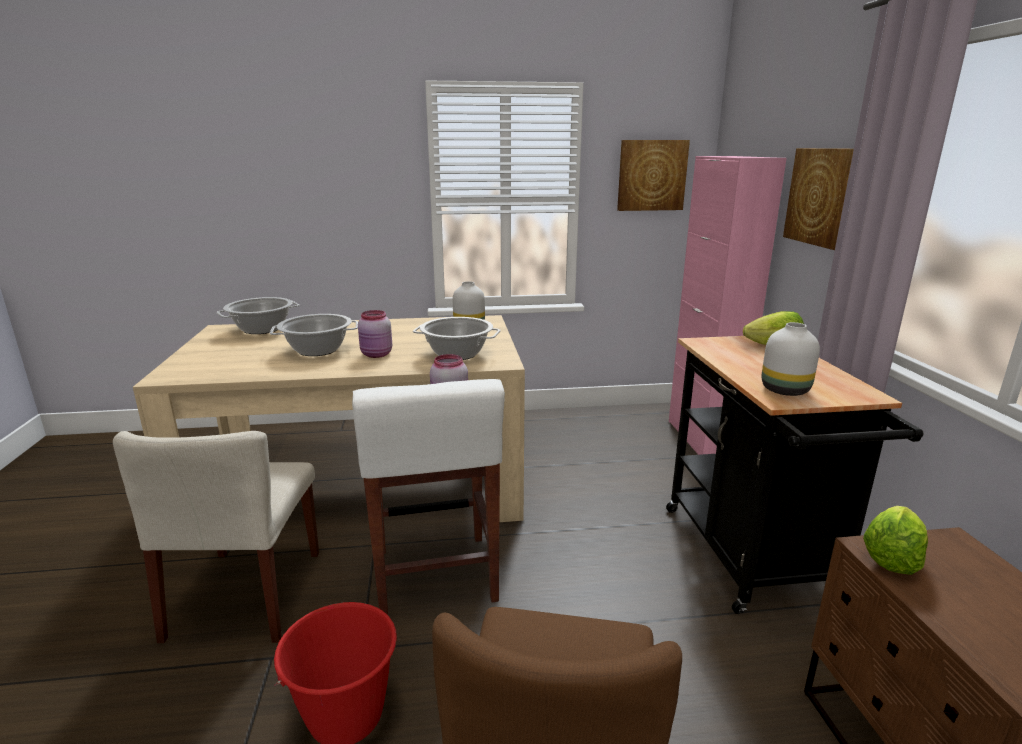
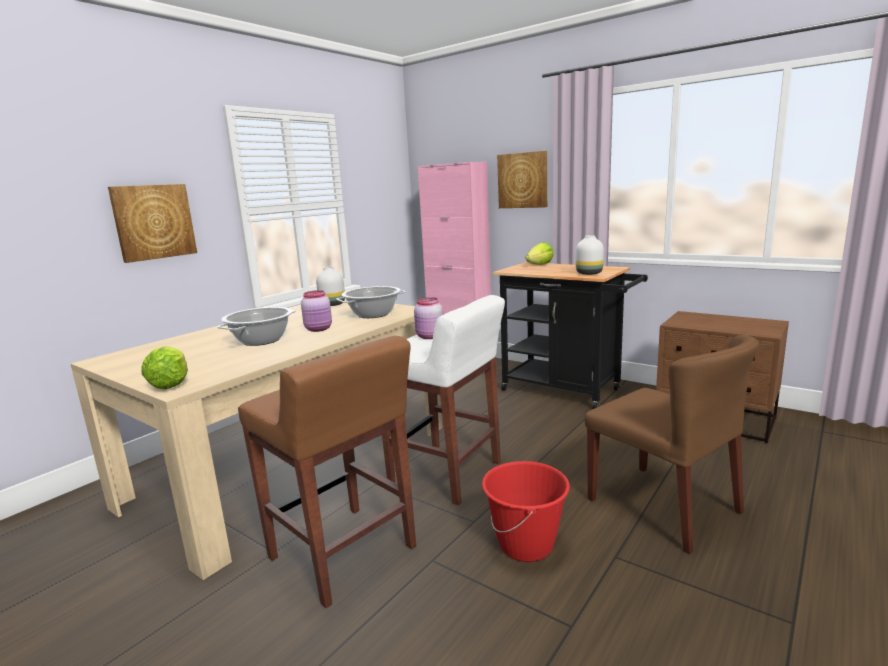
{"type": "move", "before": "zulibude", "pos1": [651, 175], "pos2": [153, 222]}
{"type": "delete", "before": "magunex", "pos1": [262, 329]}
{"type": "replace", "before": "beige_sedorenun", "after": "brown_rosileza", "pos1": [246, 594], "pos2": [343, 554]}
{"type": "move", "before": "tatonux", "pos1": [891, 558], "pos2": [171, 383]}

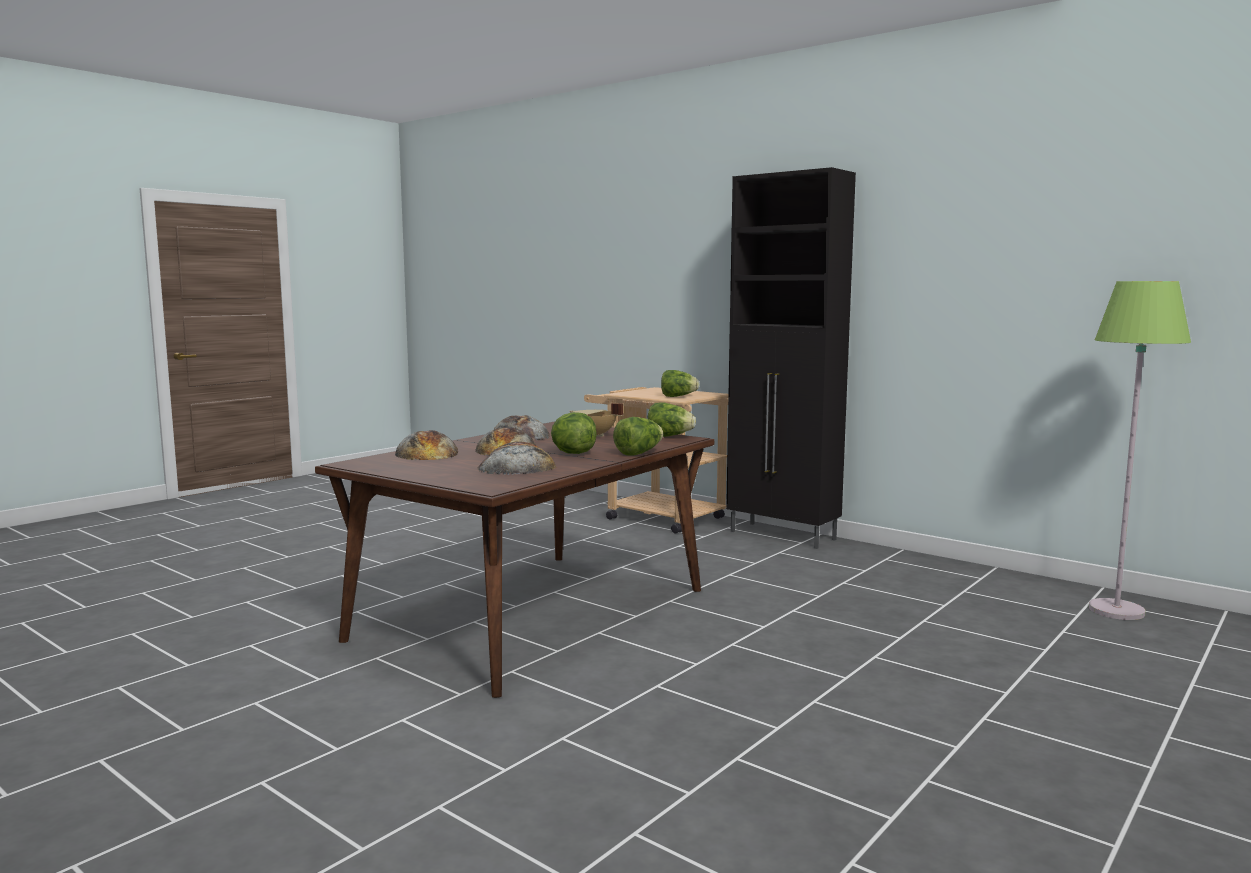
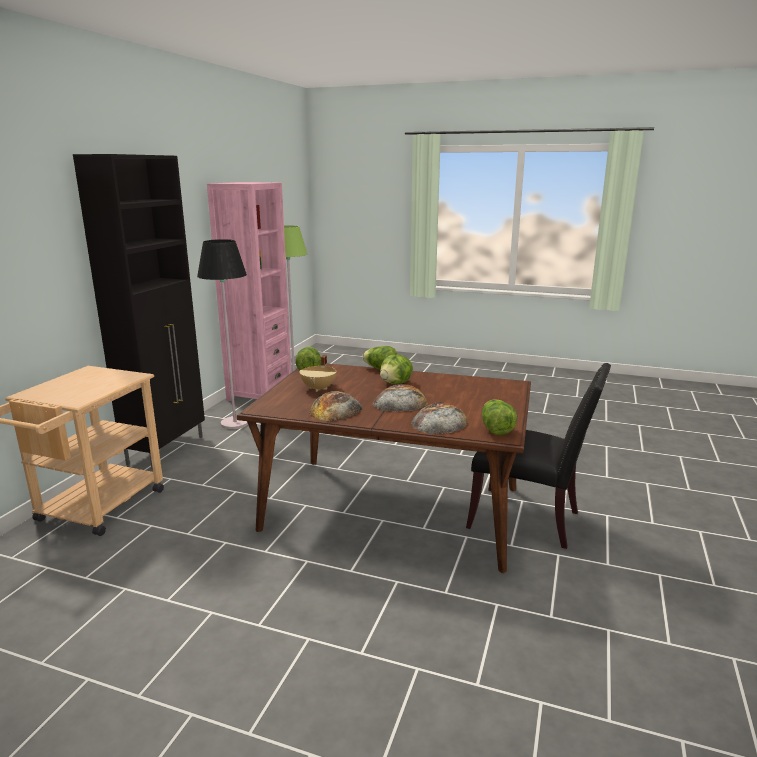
{"type": "move", "before": "tatonux", "pos1": [678, 396], "pos2": [495, 429]}
{"type": "delete", "before": "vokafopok", "pos1": [517, 467]}
{"type": "insert", "after": "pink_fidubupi", "pos2": [260, 394]}
{"type": "insert", "after": "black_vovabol", "pos2": [234, 423]}
{"type": "insert", "after": "black_sedorenun", "pos2": [529, 519]}

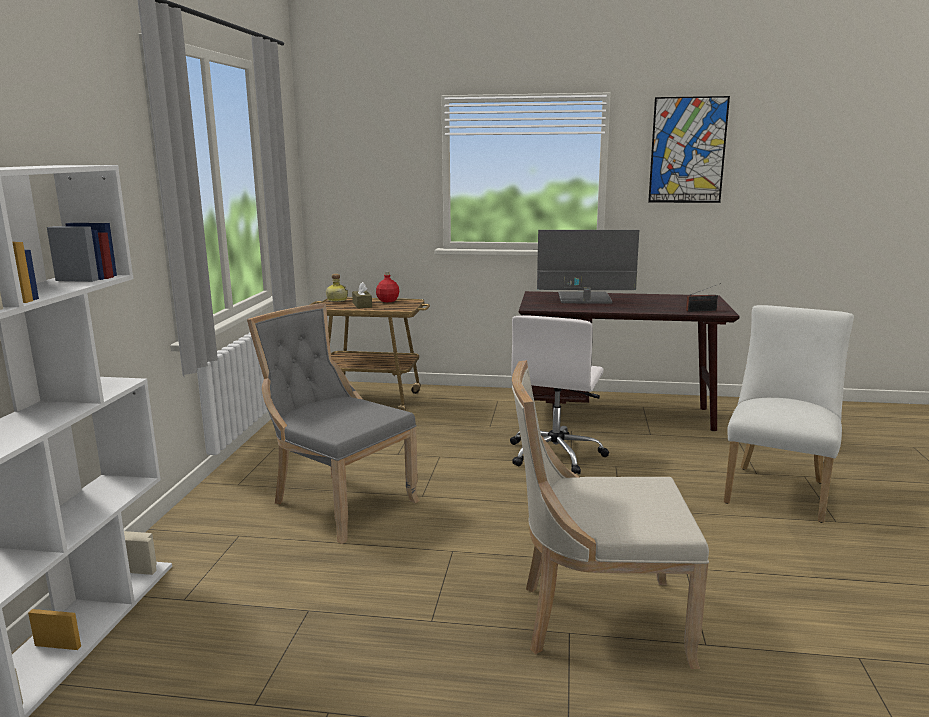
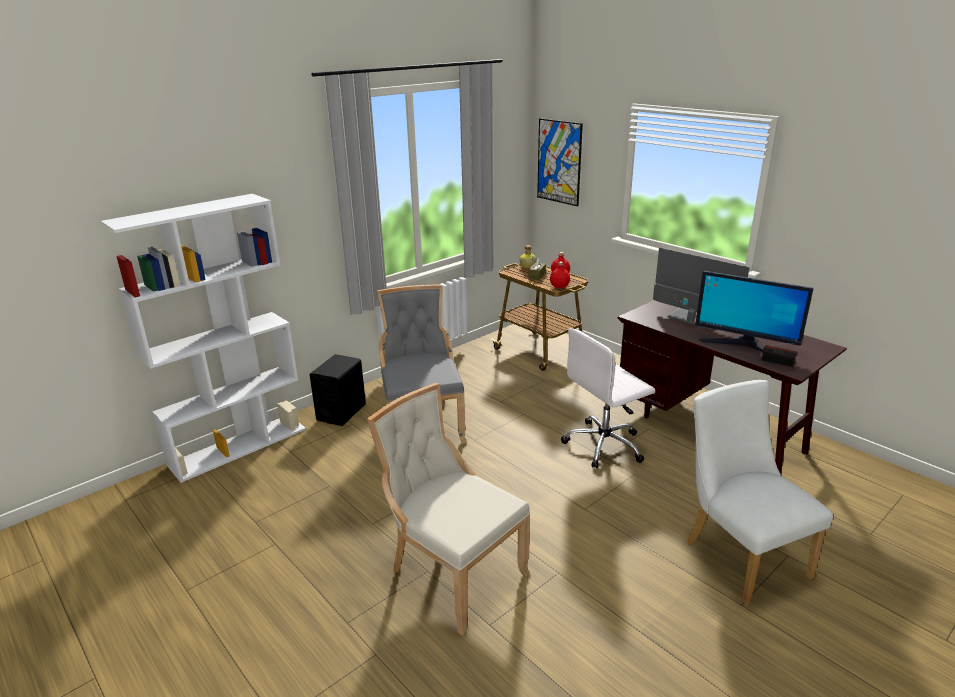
{"type": "move", "before": "zulibude", "pos1": [687, 150], "pos2": [559, 162]}
{"type": "rotate", "before": "white_sedorenun", "pos1": [778, 489], "pos2": [739, 554], "turn": -90}
{"type": "insert", "after": "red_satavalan", "pos2": [559, 286]}
{"type": "insert", "after": "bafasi", "pos2": [744, 345]}
{"type": "insert", "after": "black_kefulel", "pos2": [341, 412]}

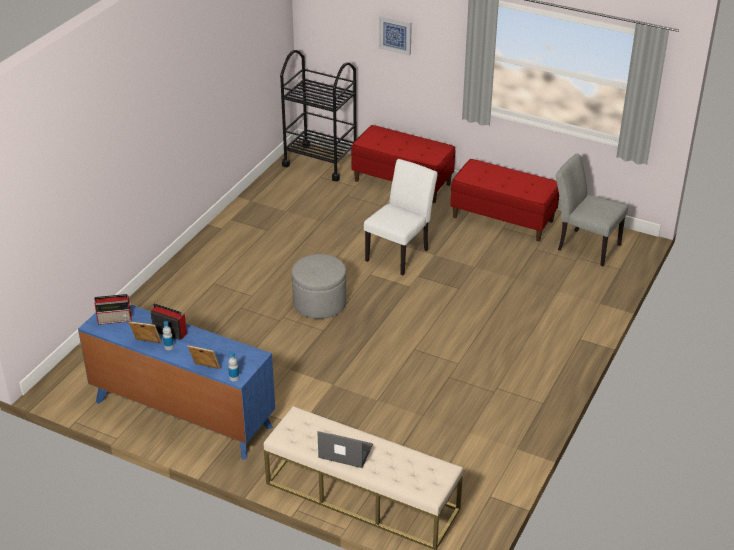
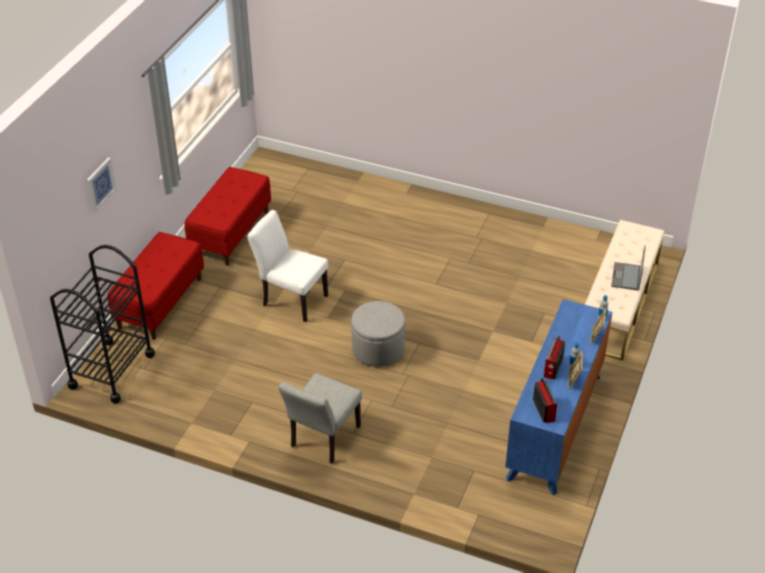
{"type": "move", "before": "grey_sedorenun", "pos1": [584, 246], "pos2": [322, 440]}

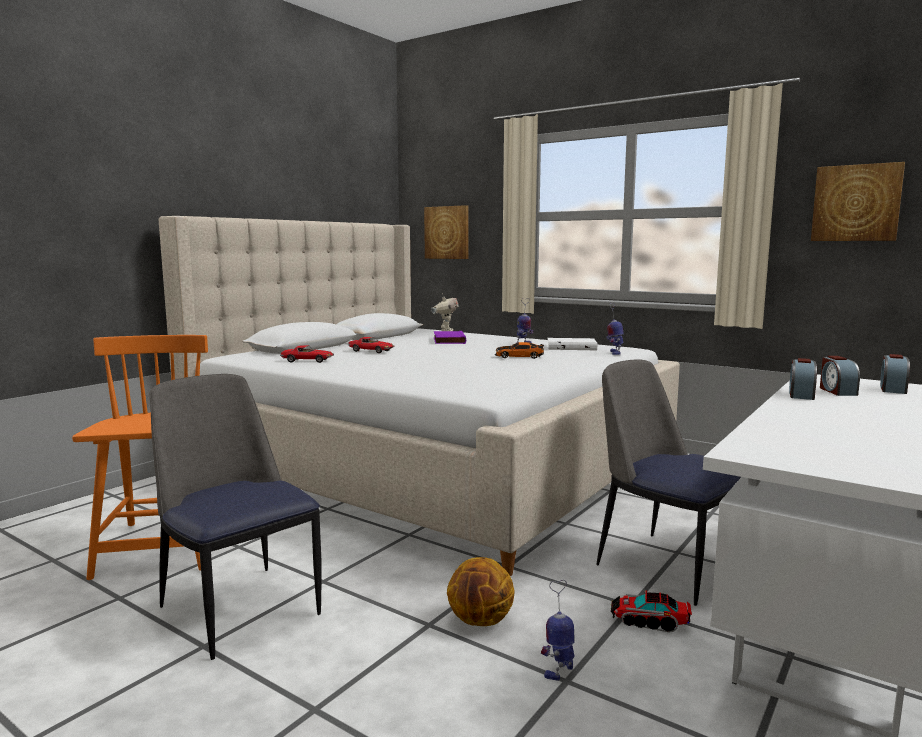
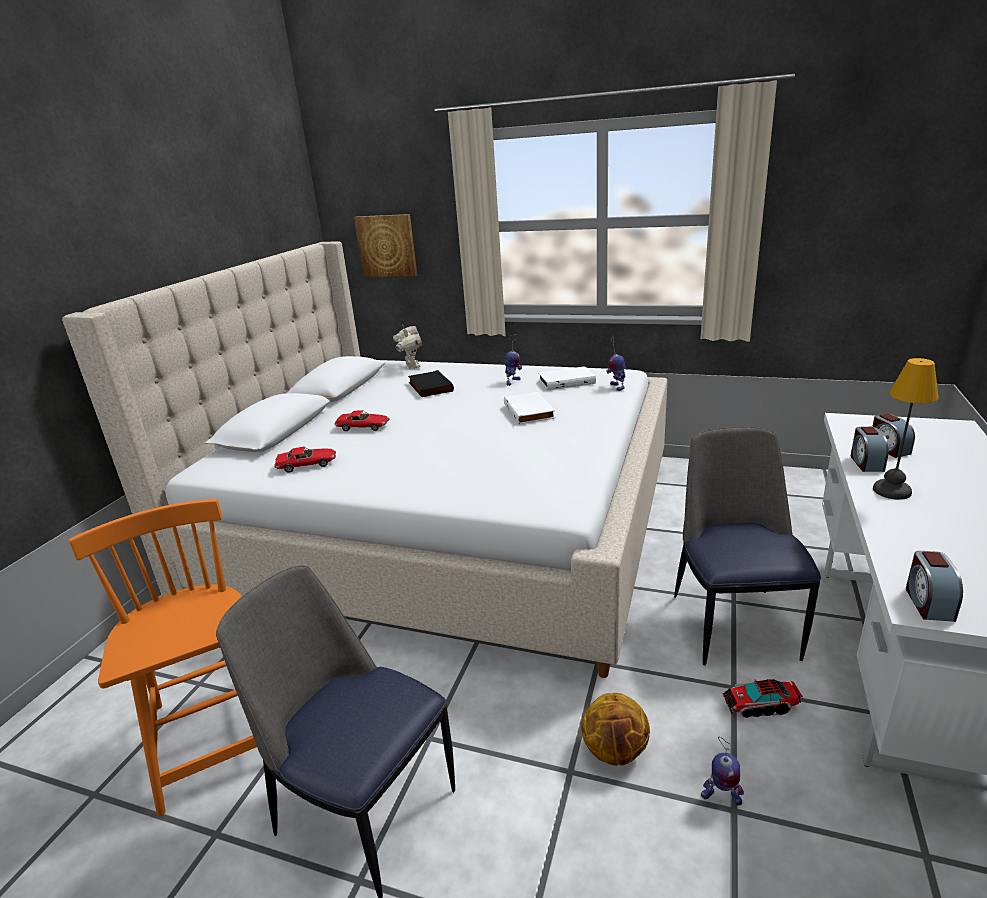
{"type": "delete", "before": "zulibude", "pos1": [856, 203]}
{"type": "recolor", "before": "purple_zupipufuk", "after": "black_zupipufuk", "pos1": [448, 340], "pos2": [429, 387]}
{"type": "replace", "before": "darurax", "after": "white_zupipufuk", "pos1": [519, 356], "pos2": [530, 411]}
{"type": "move", "before": "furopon", "pos1": [892, 389], "pos2": [928, 603]}
{"type": "rotate", "before": "sedorenun", "pos1": [666, 565], "pos2": [733, 623], "turn": 60}
{"type": "rotate", "before": "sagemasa", "pos1": [560, 670], "pos2": [720, 797], "turn": -105}
{"type": "insert", "after": "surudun", "pos2": [892, 490]}

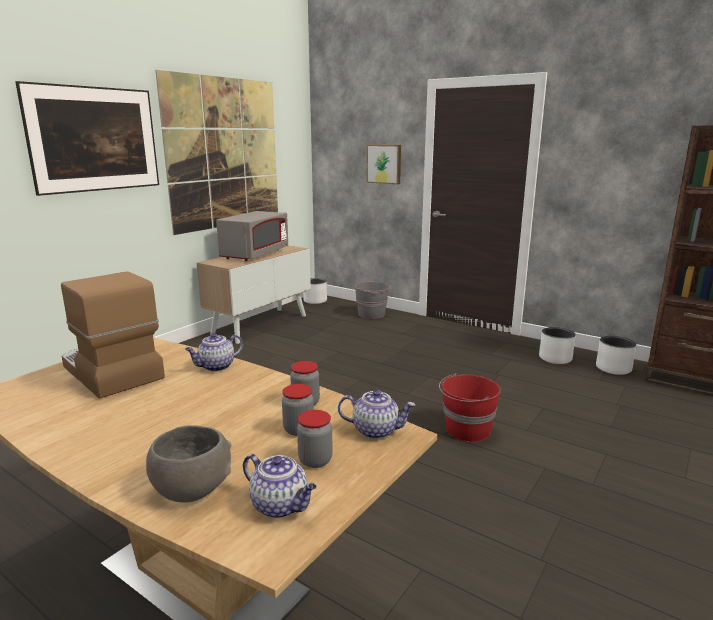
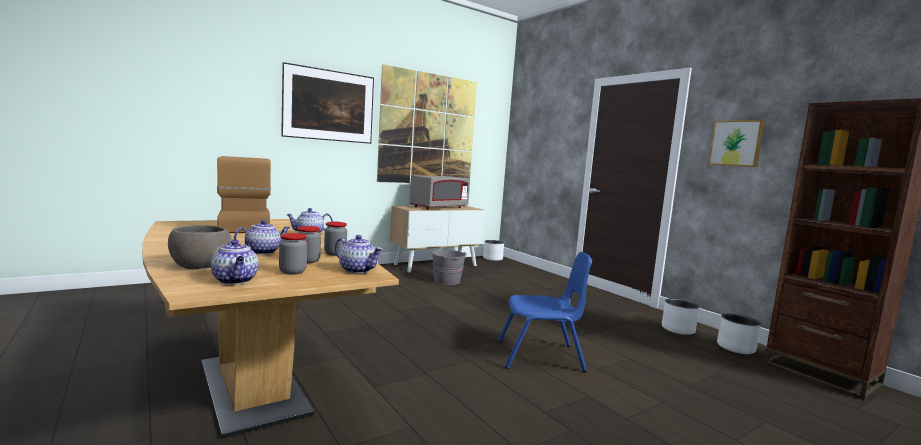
{"type": "move", "before": "zulibude", "pos1": [384, 164], "pos2": [736, 143]}
{"type": "move", "before": "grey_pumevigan", "pos1": [372, 314], "pos2": [447, 281]}
{"type": "replace", "before": "red_pumevigan", "after": "blue_sedorenun", "pos1": [467, 430], "pos2": [540, 356]}
{"type": "insert", "after": "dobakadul", "pos2": [263, 252]}

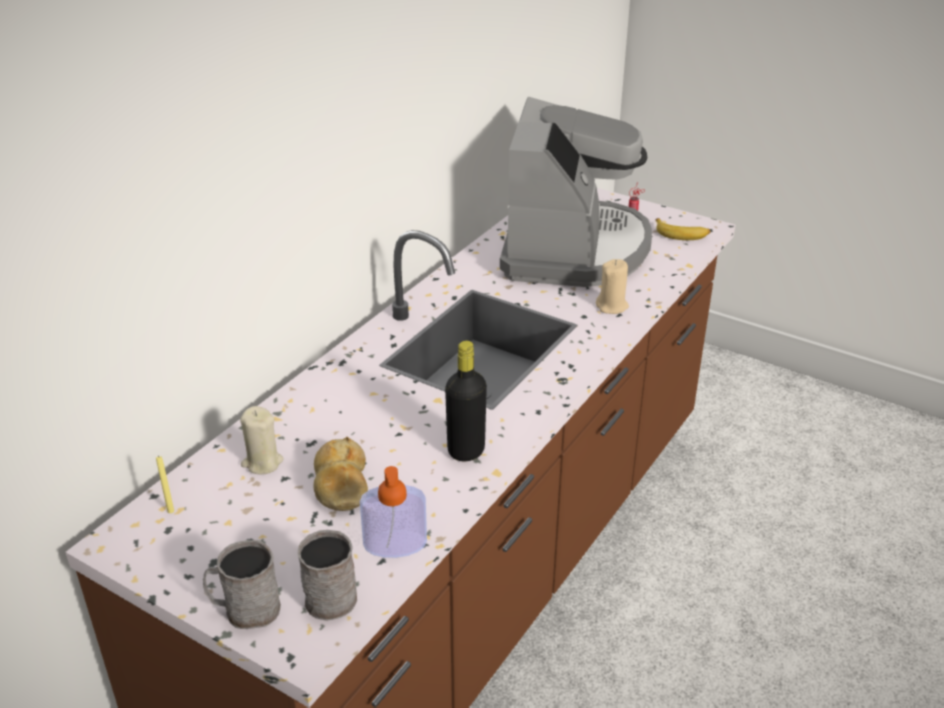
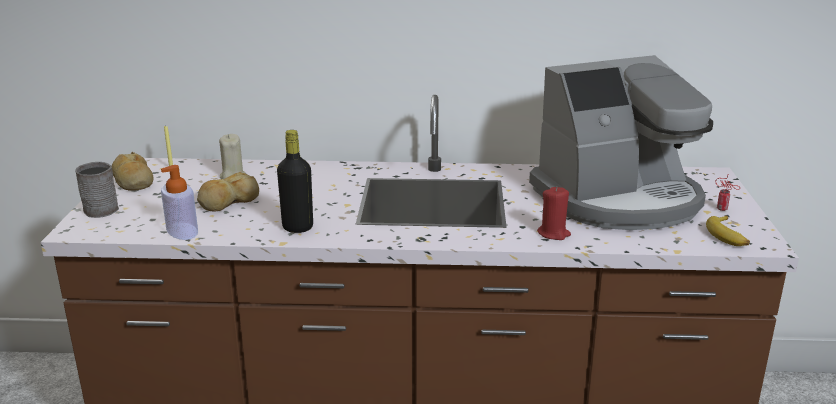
{"type": "recolor", "before": "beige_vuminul", "after": "red_vuminul", "pos1": [612, 306], "pos2": [553, 233]}
{"type": "delete", "before": "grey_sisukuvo", "pos1": [333, 593]}
{"type": "insert", "after": "vokafopok", "pos2": [133, 181]}

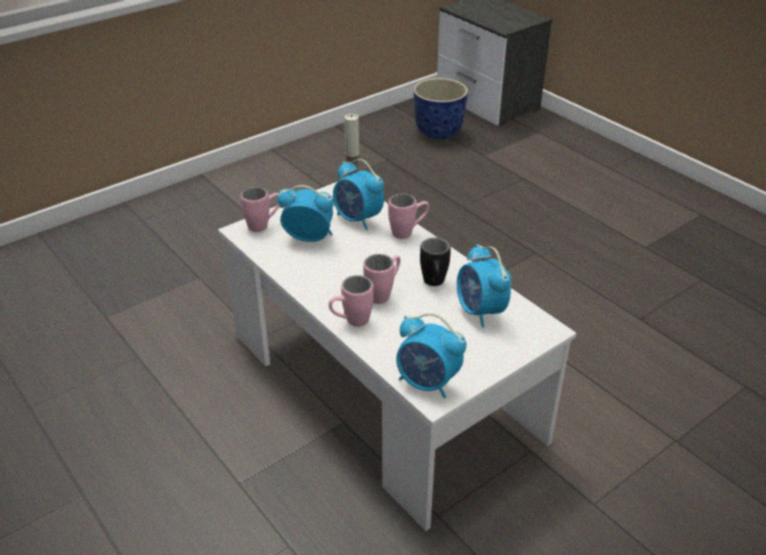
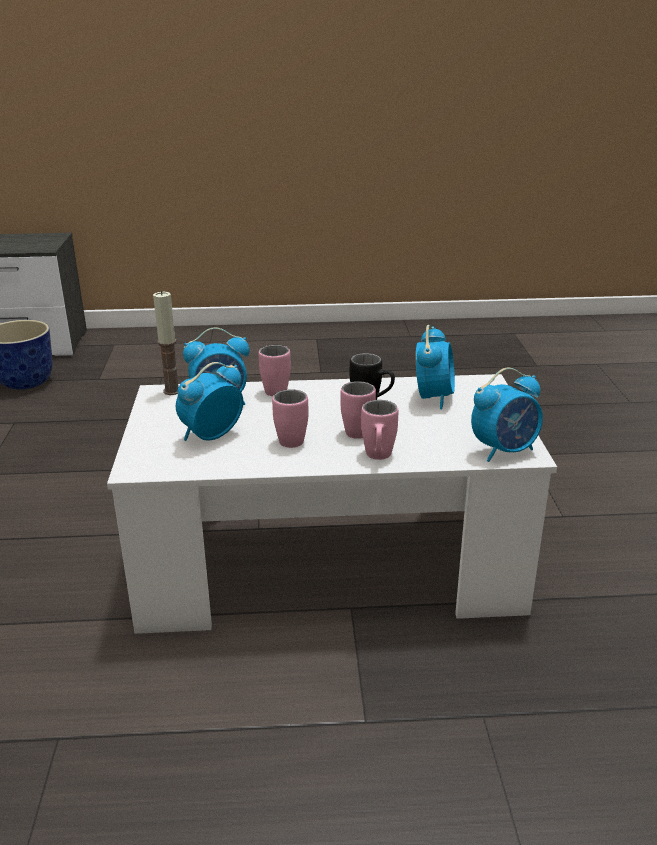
{"type": "move", "before": "pink_sisukuvo", "pos1": [264, 225], "pos2": [293, 437]}
{"type": "rotate", "before": "furopon", "pos1": [480, 311], "pos2": [433, 397], "turn": -90}

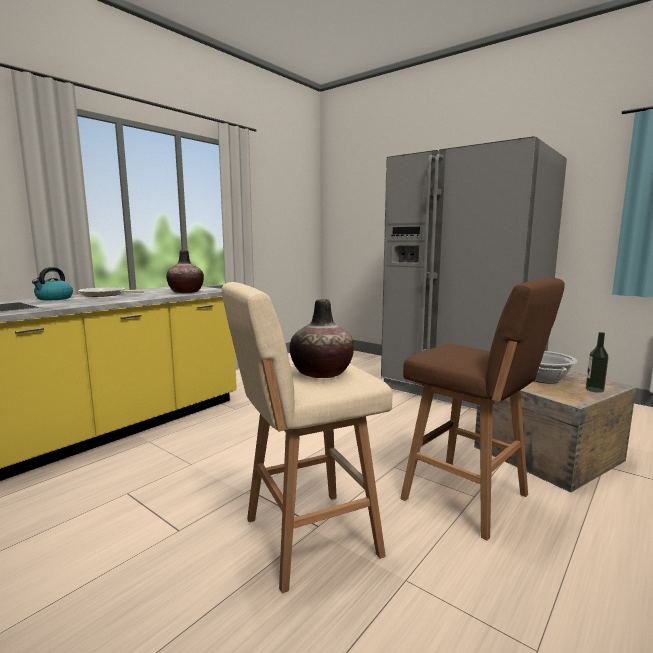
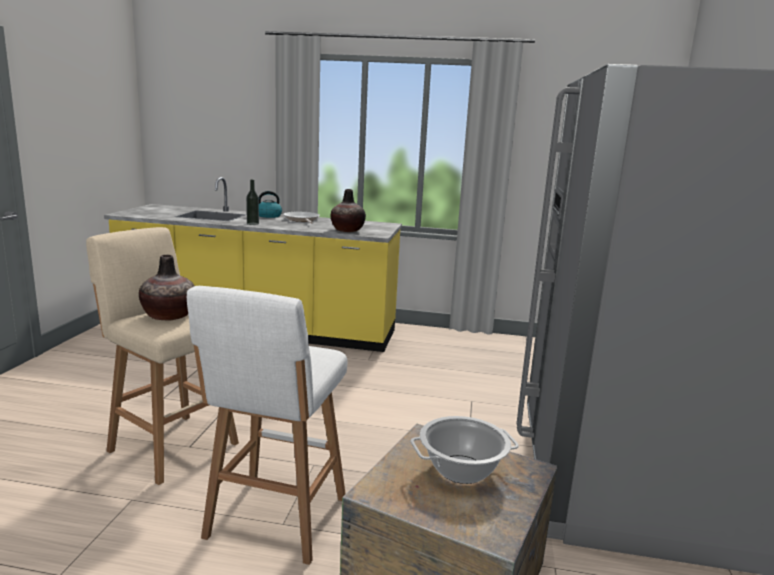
{"type": "recolor", "before": "brown_rosileza", "after": "white_rosileza", "pos1": [469, 499], "pos2": [275, 520]}
{"type": "move", "before": "satavalan", "pos1": [594, 389], "pos2": [252, 223]}

